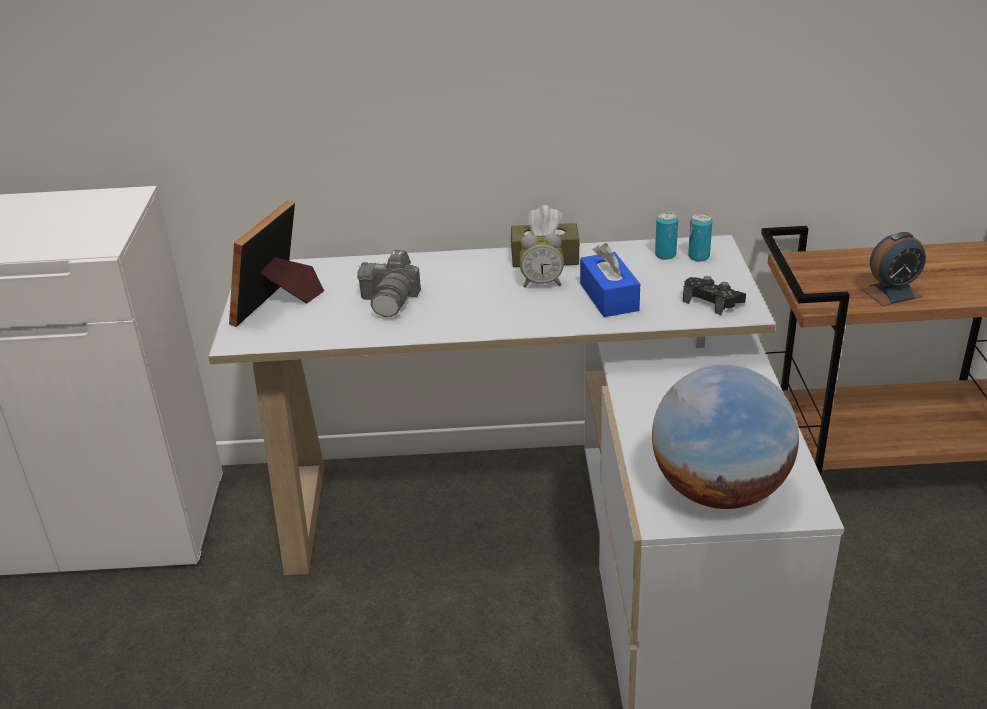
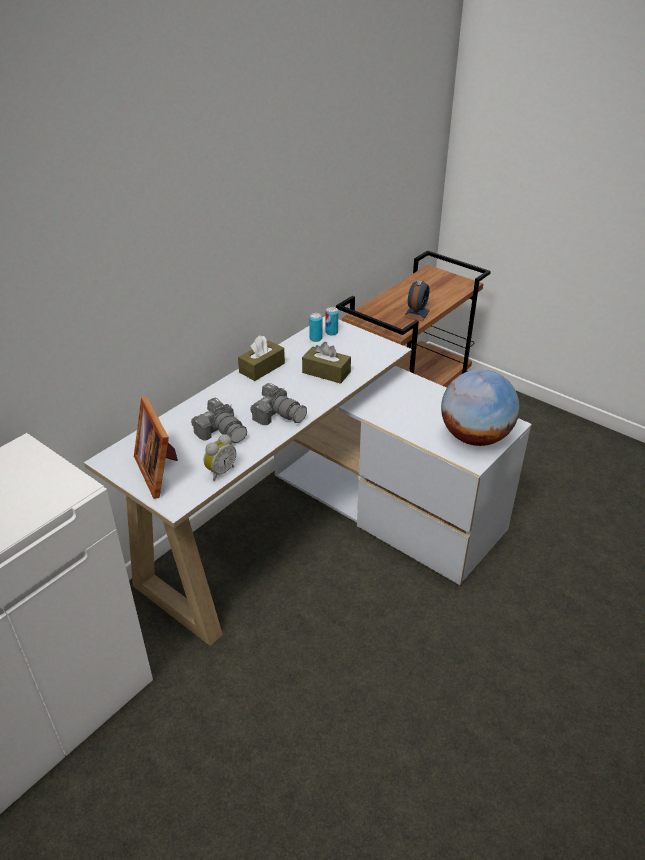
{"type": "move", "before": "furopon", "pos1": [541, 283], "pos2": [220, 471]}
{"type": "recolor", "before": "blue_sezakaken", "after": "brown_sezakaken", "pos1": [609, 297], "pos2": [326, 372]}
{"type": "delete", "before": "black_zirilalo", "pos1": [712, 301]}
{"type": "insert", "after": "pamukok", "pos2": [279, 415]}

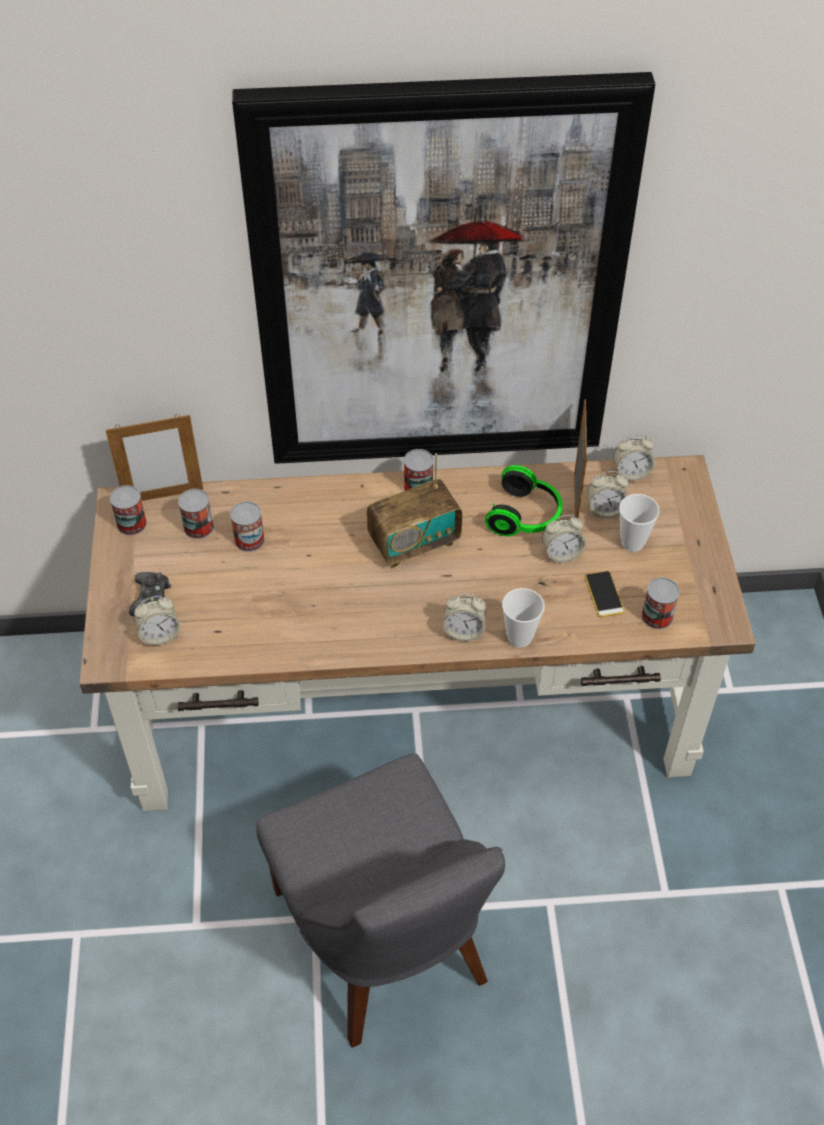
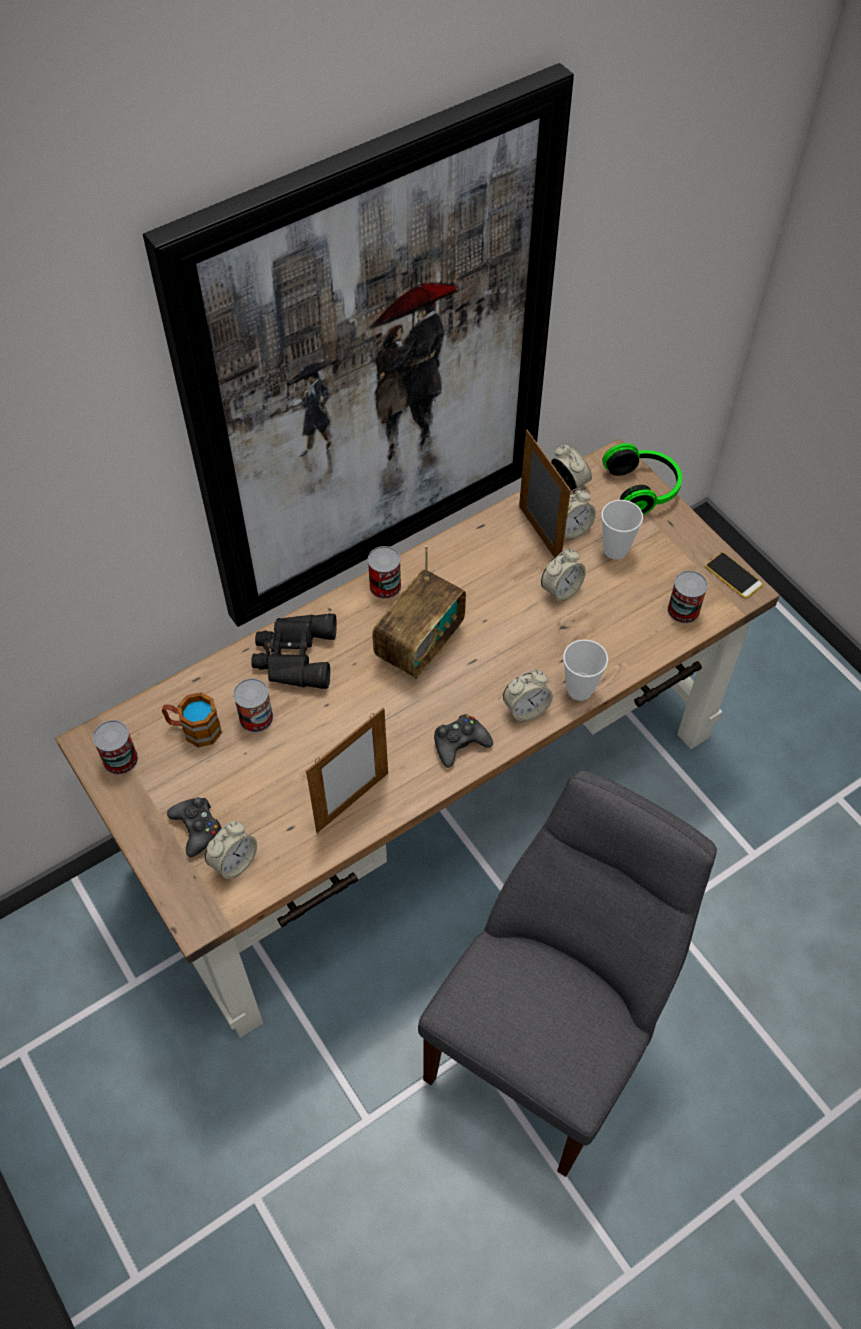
{"type": "move", "before": "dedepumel", "pos1": [163, 496], "pos2": [352, 802]}
{"type": "rotate", "before": "furopon", "pos1": [631, 473], "pos2": [569, 483], "turn": -90}
{"type": "move", "before": "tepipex", "pos1": [526, 516], "pos2": [643, 489]}
{"type": "replace", "before": "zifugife", "after": "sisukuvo", "pos1": [198, 527], "pos2": [194, 729]}
{"type": "move", "before": "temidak", "pos1": [604, 594], "pos2": [733, 576]}
{"type": "rotate", "before": "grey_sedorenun", "pos1": [384, 944], "pos2": [551, 1036], "turn": -90}
{"type": "insert", "after": "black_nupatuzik", "pos2": [293, 656]}
{"type": "insert", "after": "black_zirilalo", "pos2": [460, 743]}

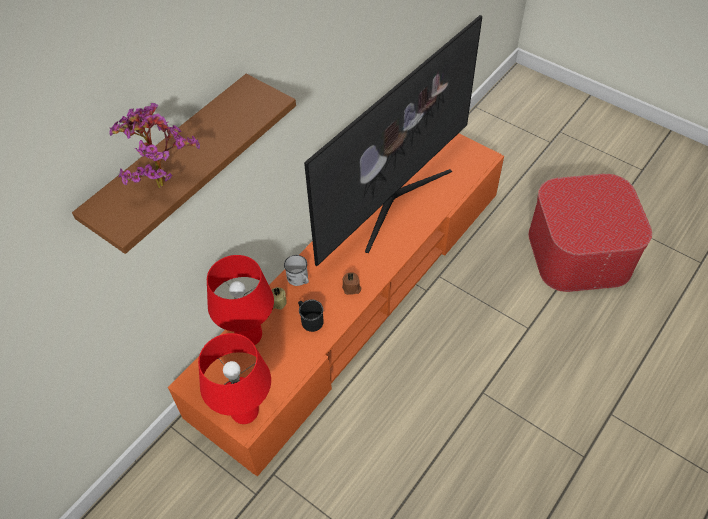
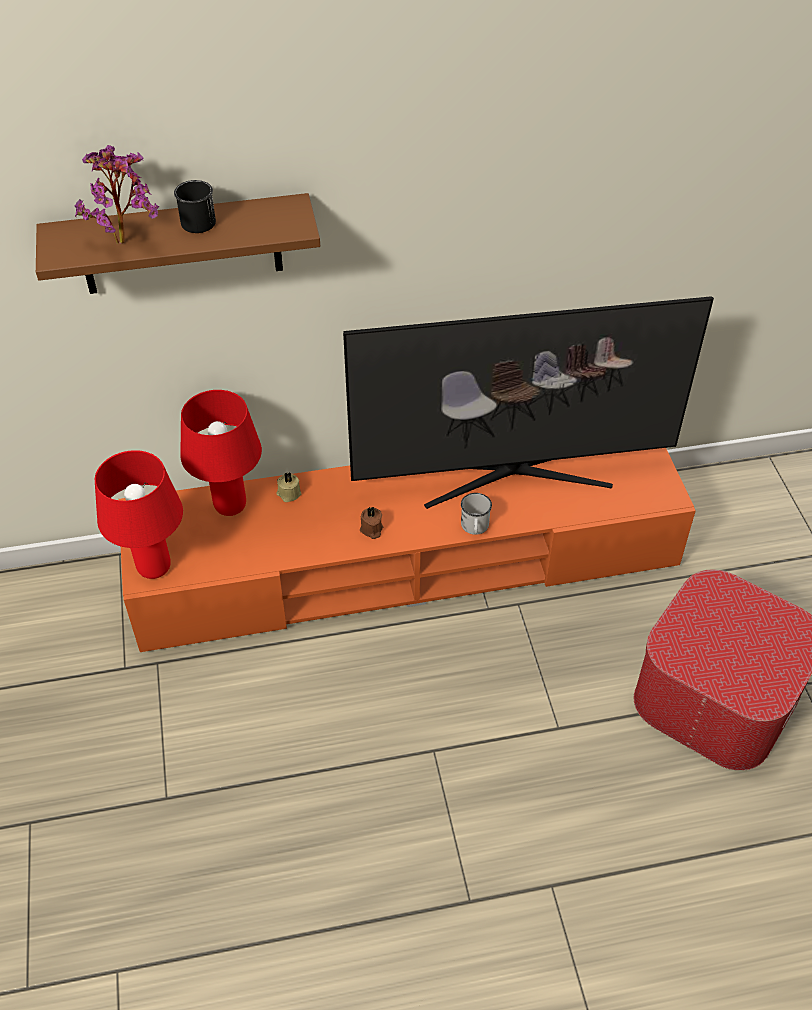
{"type": "move", "before": "white_sisukuvo", "pos1": [299, 280], "pos2": [474, 528]}
{"type": "move", "before": "black_sisukuvo", "pos1": [310, 320], "pos2": [199, 219]}

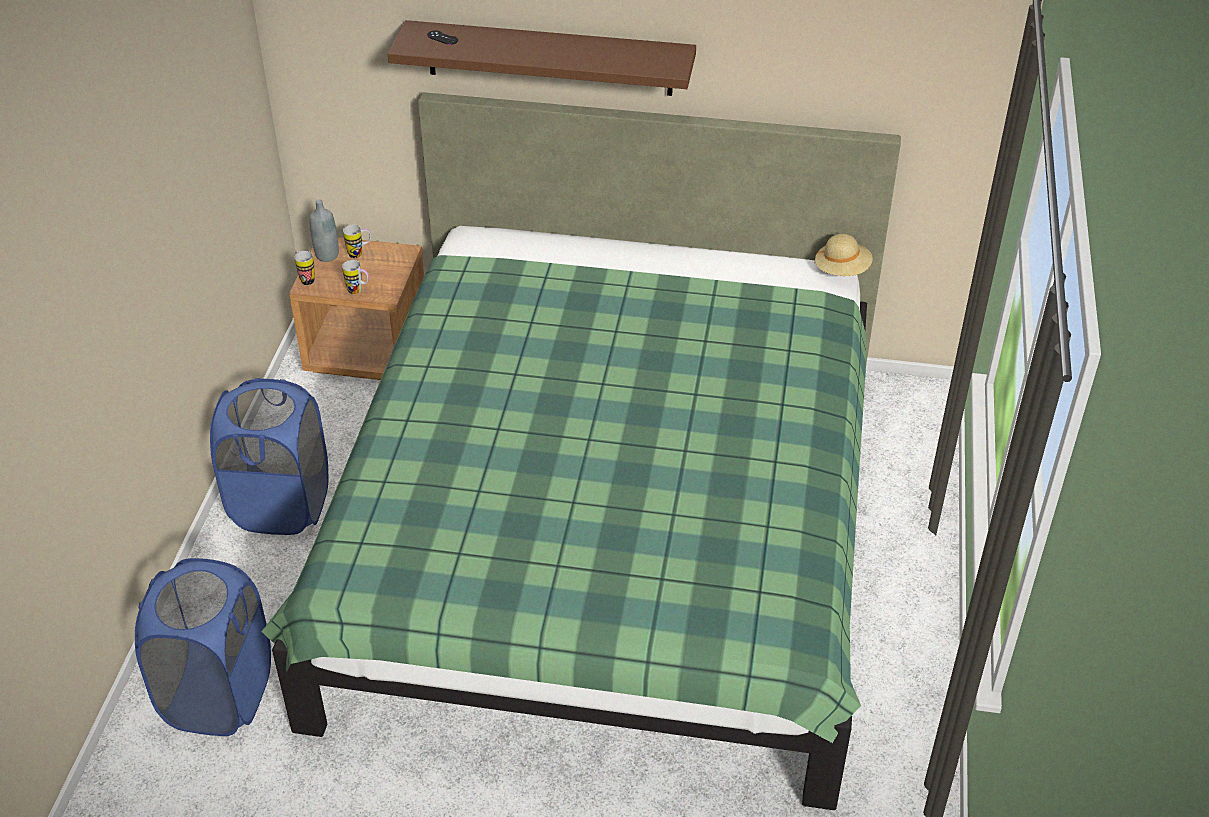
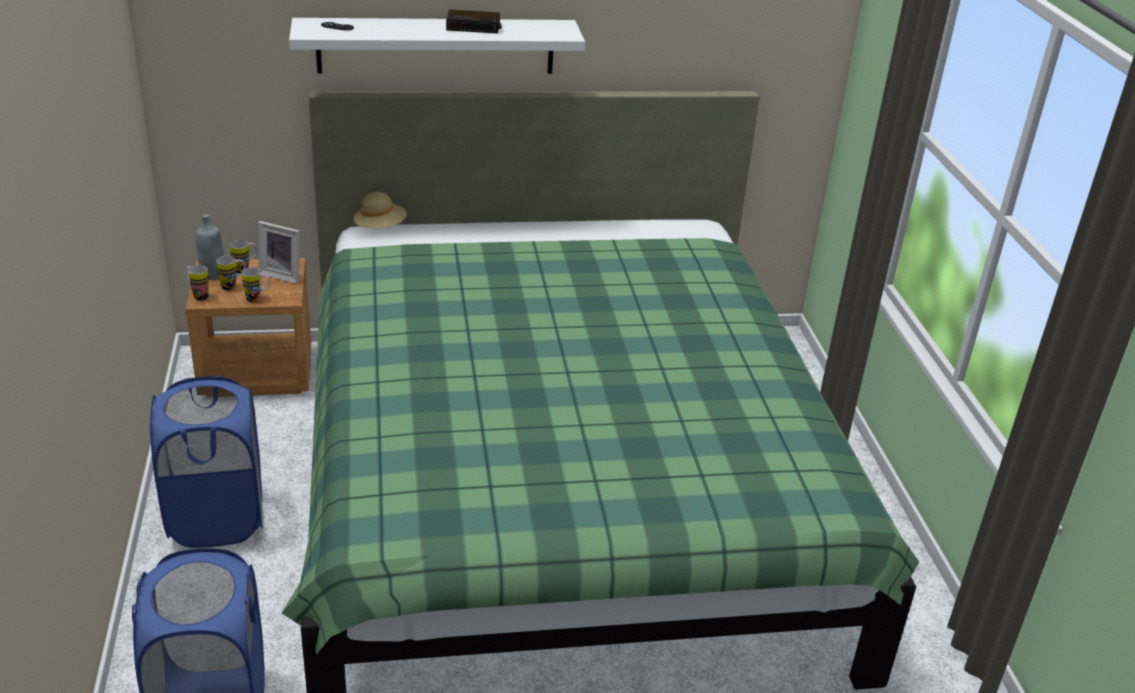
{"type": "recolor", "before": "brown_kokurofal", "after": "white_kokurofal", "pos1": [549, 58], "pos2": [436, 46]}
{"type": "move", "before": "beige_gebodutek", "pos1": [842, 270], "pos2": [380, 228]}
{"type": "insert", "after": "furopon", "pos2": [474, 26]}
{"type": "insert", "after": "dedepumel", "pos2": [283, 274]}
{"type": "insert", "after": "sisukuvo", "pos2": [233, 286]}

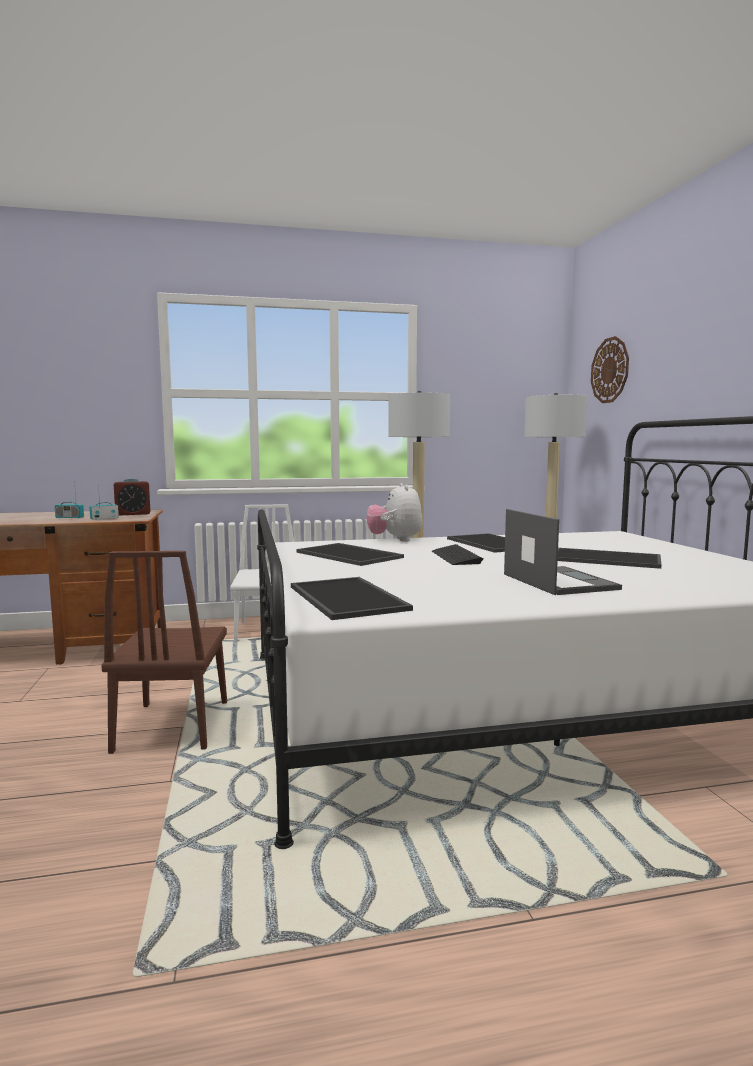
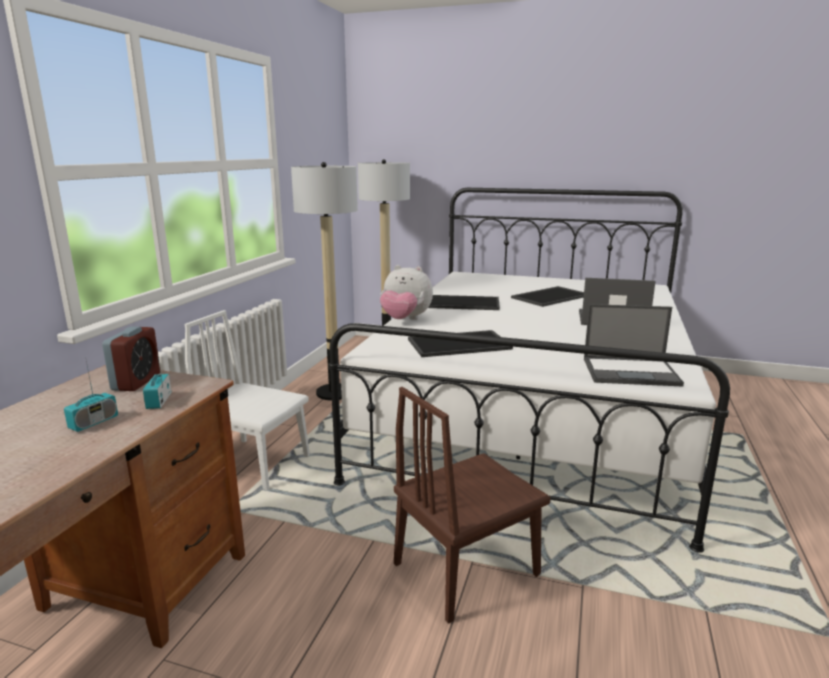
{"type": "delete", "before": "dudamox", "pos1": [610, 370]}
{"type": "delete", "before": "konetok", "pos1": [456, 557]}
{"type": "rotate", "before": "brown_sedorenun", "pos1": [173, 726], "pos2": [466, 569], "turn": 120}
{"type": "replace", "before": "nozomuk", "after": "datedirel", "pos1": [350, 598], "pos2": [631, 372]}

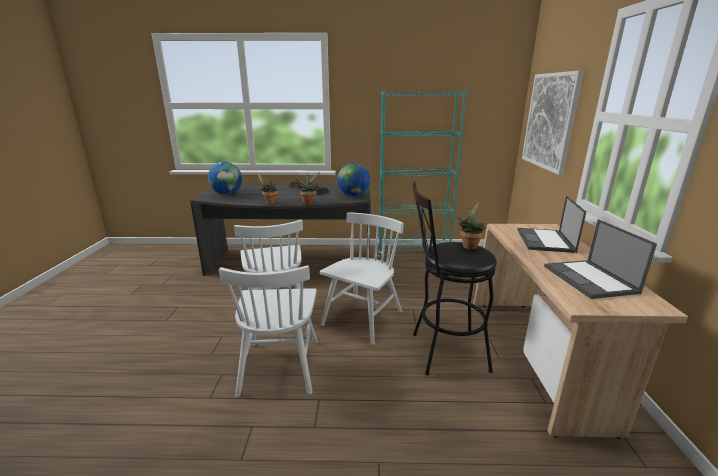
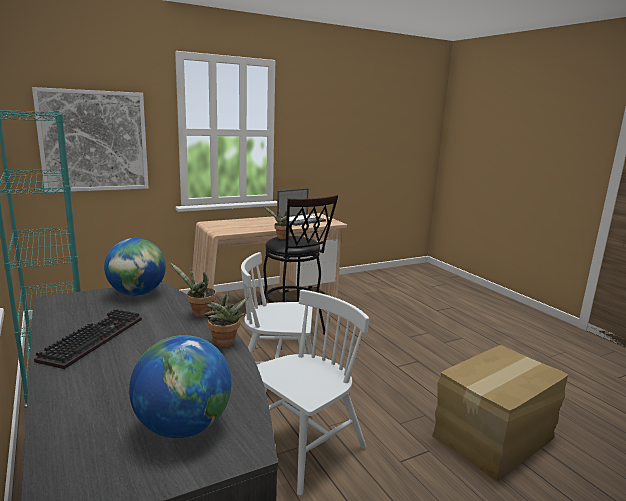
{"type": "delete", "before": "datedirel", "pos1": [545, 241]}
{"type": "delete", "before": "white_sedorenun", "pos1": [279, 366]}
{"type": "insert", "after": "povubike", "pos2": [495, 437]}

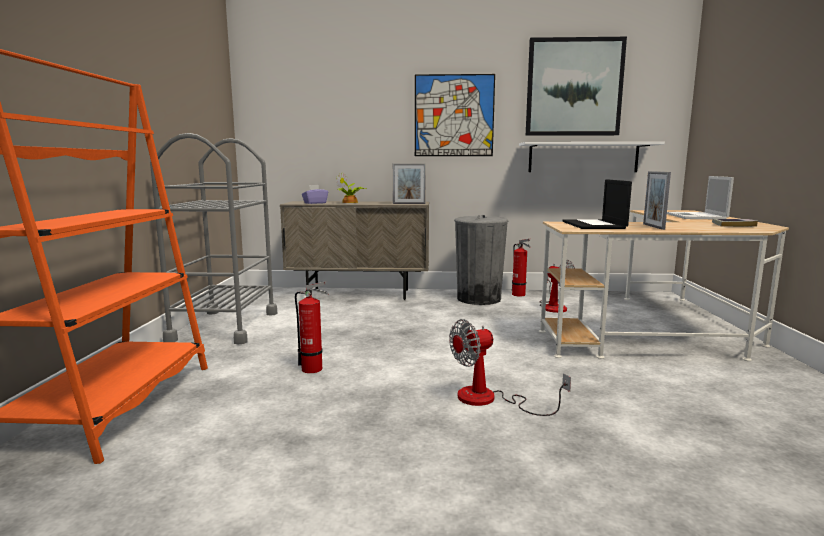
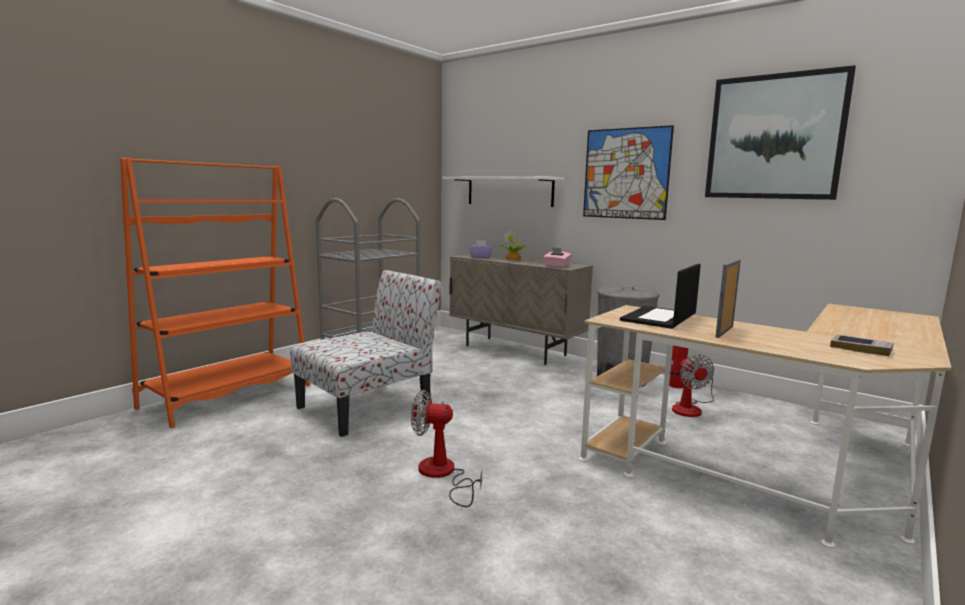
{"type": "move", "before": "white_kokurofal", "pos1": [583, 157], "pos2": [509, 191]}
{"type": "replace", "before": "dedepumel", "after": "pink_sezakaken", "pos1": [409, 203], "pos2": [556, 266]}
{"type": "delete", "before": "datedirel", "pos1": [696, 216]}
{"type": "replace", "before": "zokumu", "after": "sedorenun", "pos1": [314, 369], "pos2": [368, 406]}

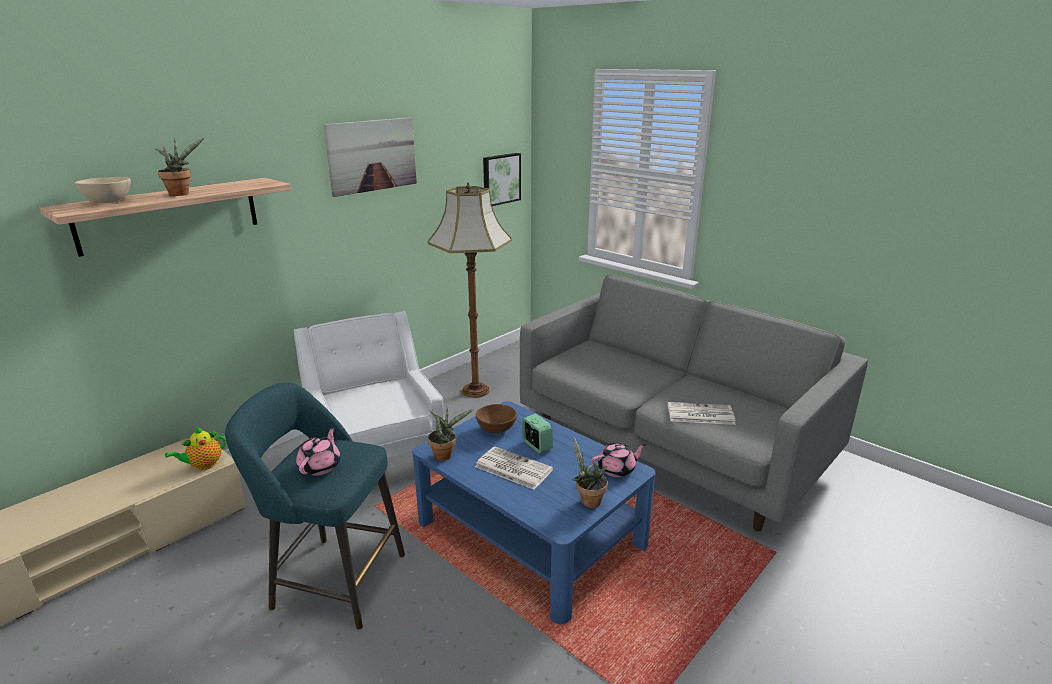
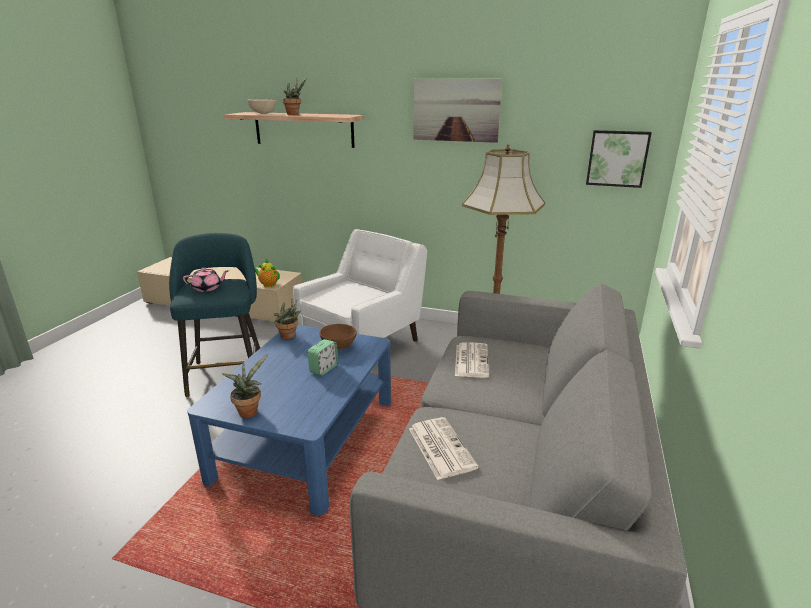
{"type": "delete", "before": "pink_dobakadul", "pos1": [617, 469]}
{"type": "move", "before": "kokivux", "pos1": [512, 468], "pos2": [471, 360]}

